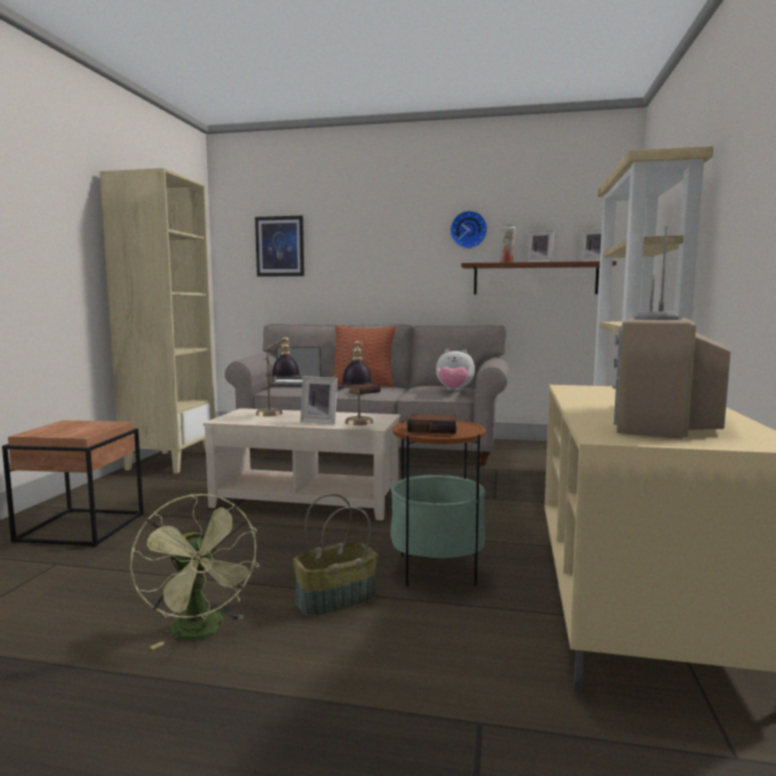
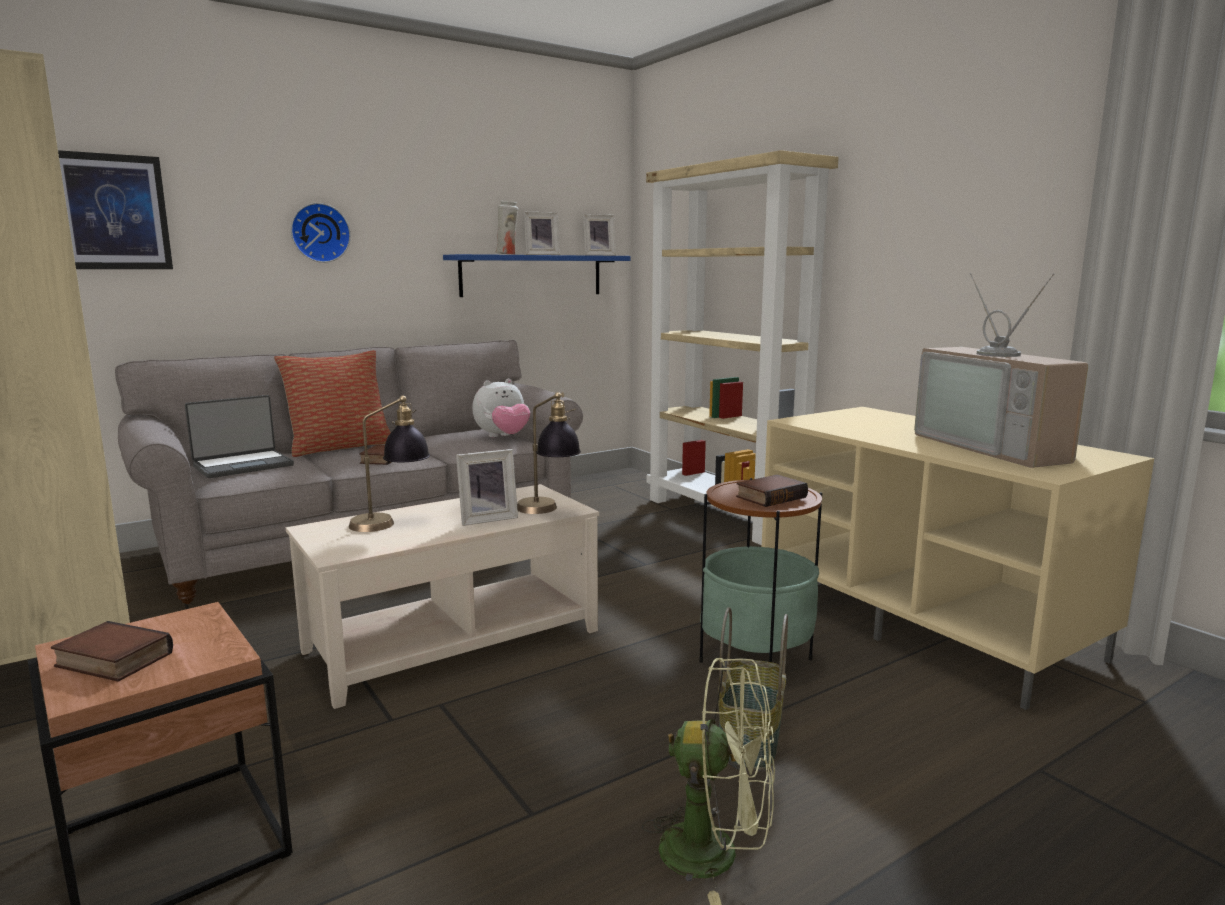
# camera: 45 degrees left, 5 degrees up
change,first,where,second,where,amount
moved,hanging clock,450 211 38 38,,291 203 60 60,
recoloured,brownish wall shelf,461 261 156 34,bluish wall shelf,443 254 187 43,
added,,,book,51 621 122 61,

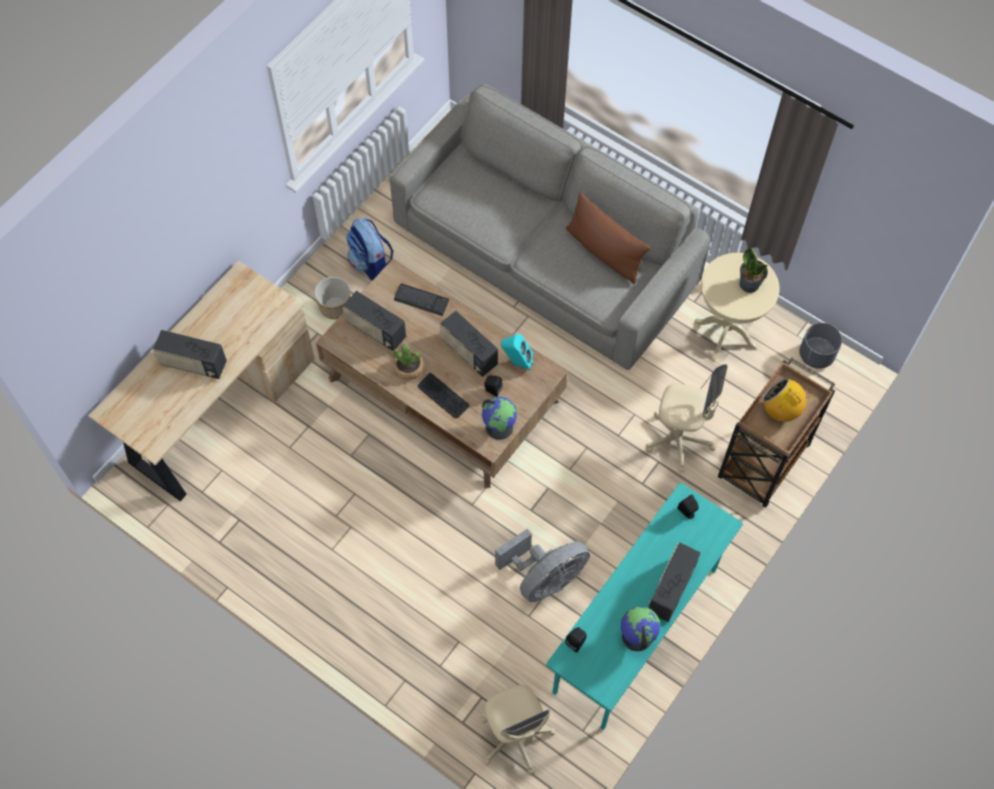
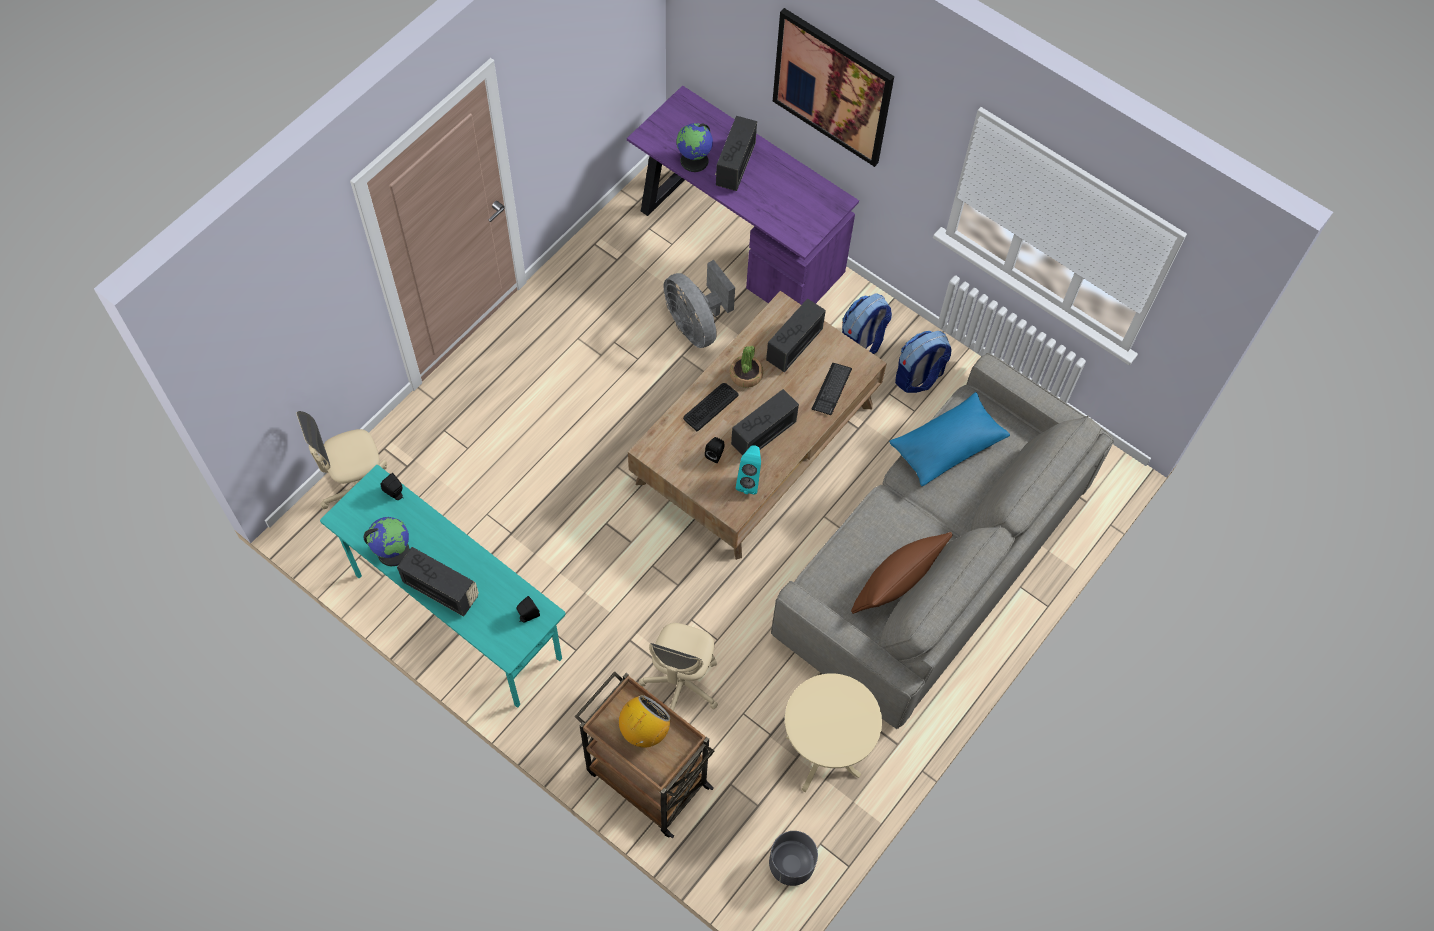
# camera: 90 degrees right, 0 degrees up
change,first,where,second,where,amount
removed,potted plant,740 247 28 46,,,
recoloured,beige desk table,88 261 227 240,purple-coloured desk table,627 85 232 220,
replaced,plant pot,314 277 37 42,knapsack,842 293 50 61,
moved,globe,482 397 36 43,,676 123 37 49,
moved,grey fan,495 529 95 73,,663 260 72 88,
added,,,picture,773 8 121 159,
added,,,bluish cushion,889 392 121 94,

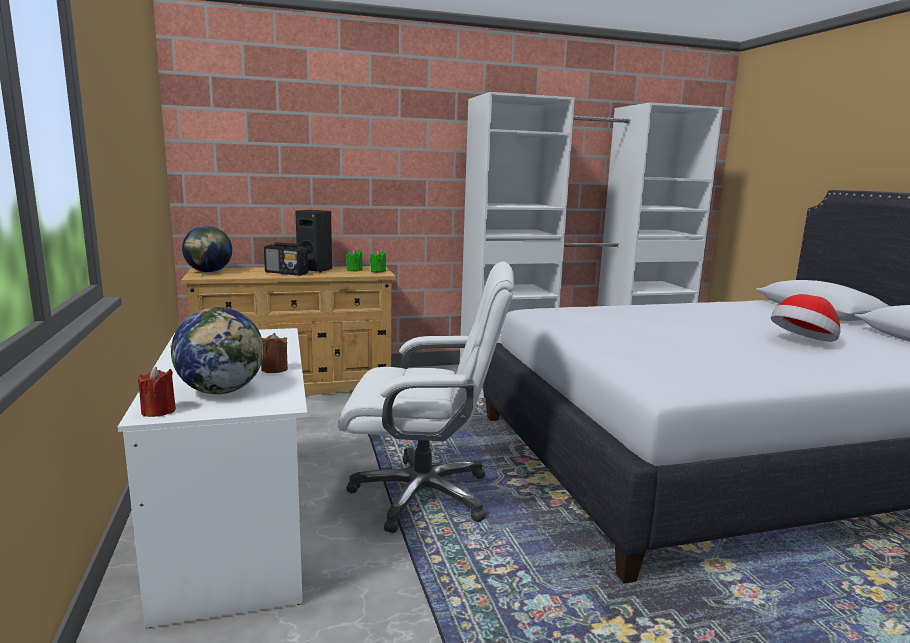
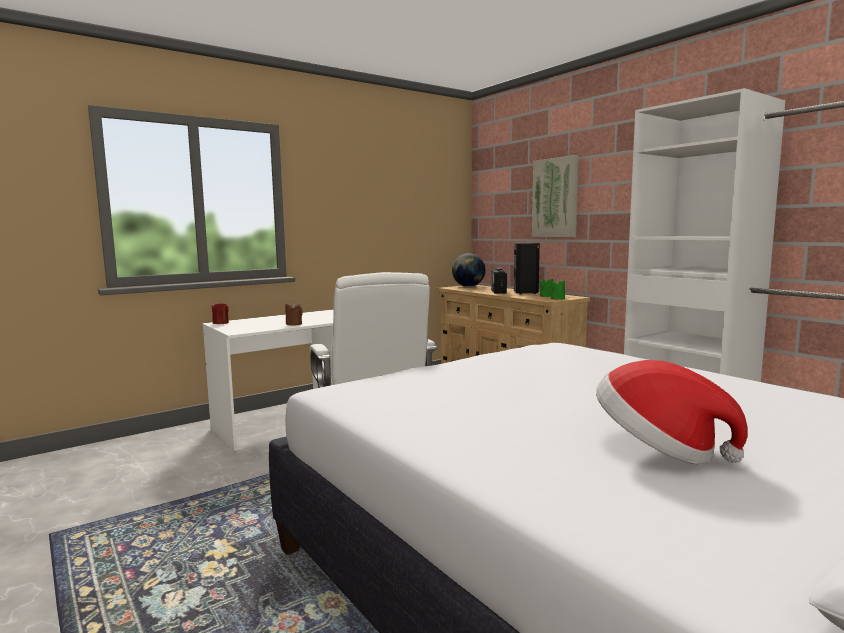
# camera: 70 degrees right, 5 degrees down
change,first,where,second,where,amount
removed,globe,170 307 94 87,,,
added,,,picture,532 155 47 82,

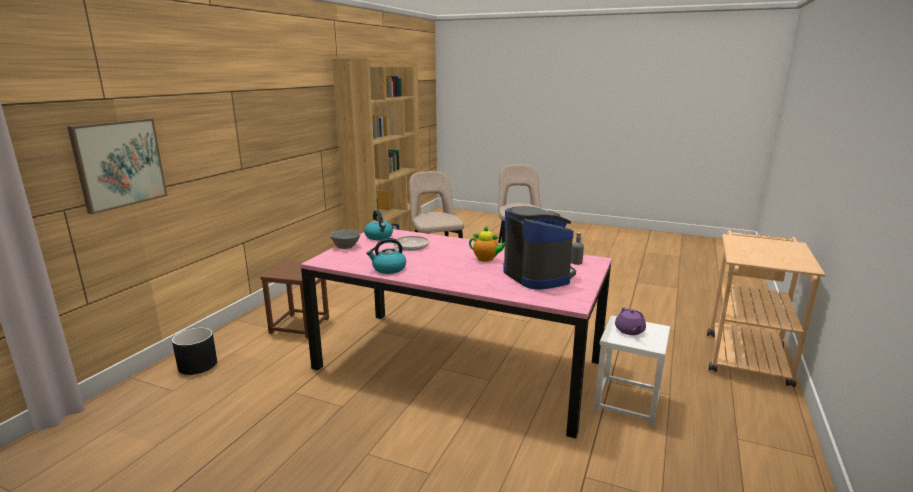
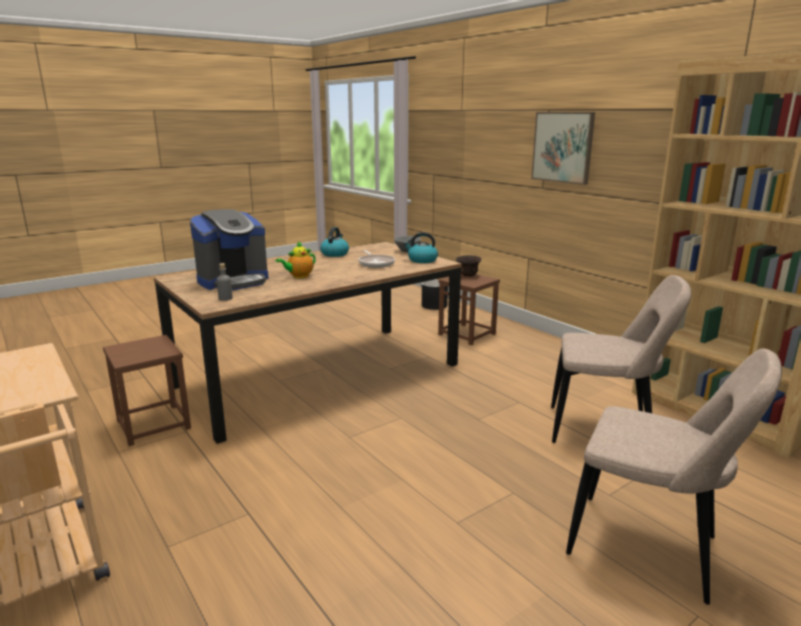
# camera: 120 degrees right, 0 degrees up
change,first,where,second,where,amount
moved,picture,67 118 100 96,,531 112 64 73,
turned,coffee brewer,503 206 73 84,,190 209 78 81,45 degrees counterclockwise
recoloured,pinkish dinner table,300 229 312 210,brownish dinner table,154 242 308 202,
removed,purple-coloured teapot,615 307 31 28,,,
recoloured,white sitting stool,594 315 76 111,brownish sitting stool,103 335 88 111,
added,,,brownish deep dish,456 255 26 22,

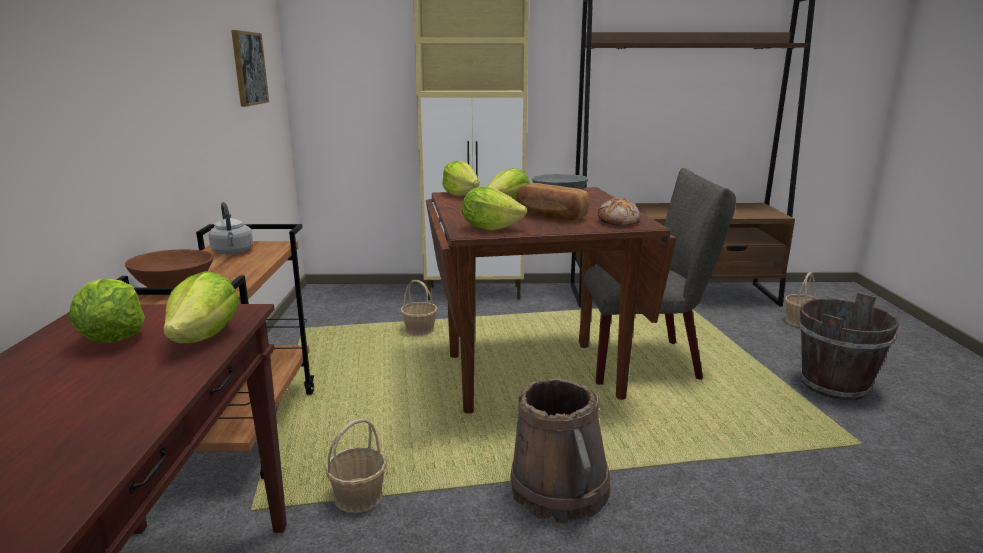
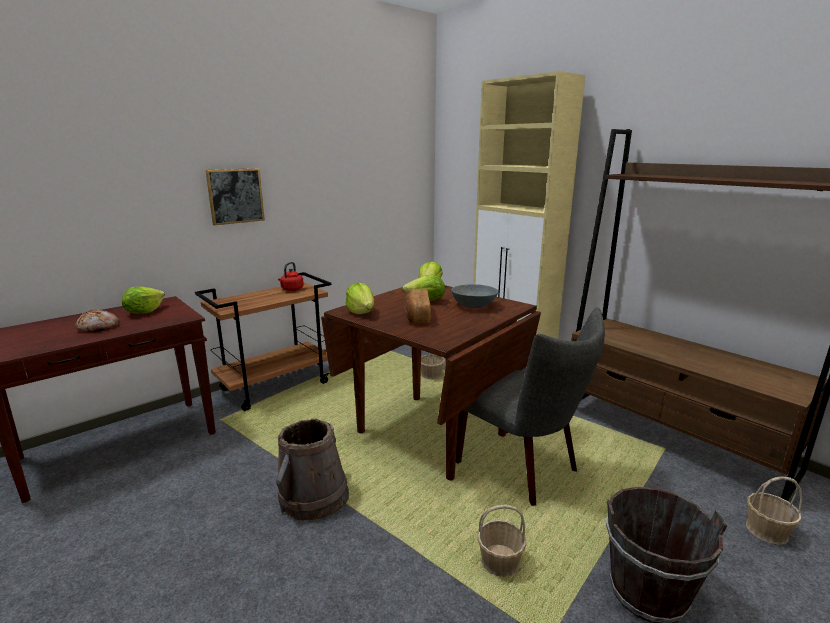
# camera: 50 degrees right, 0 degrees up
change,first,where,second,where,amount
moved,picture,231 30 38 77,,205 168 60 58,
moved,baked bread,598 198 42 28,,75 309 45 23,
recoloured,grey tea kettle,209 202 44 52,red tea kettle,278 262 26 29,
removed,brownish deep dish,125 249 89 39,,,
removed,head of lettuce,163 271 76 72,,,
moved,household basket,326 418 61 95,,477 504 49 73,

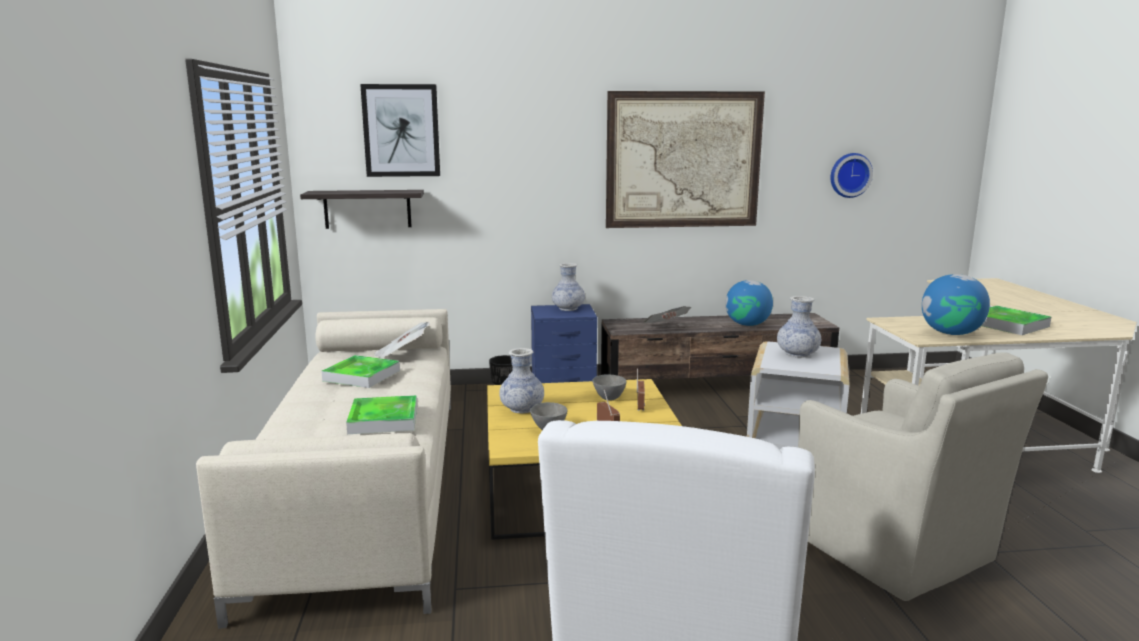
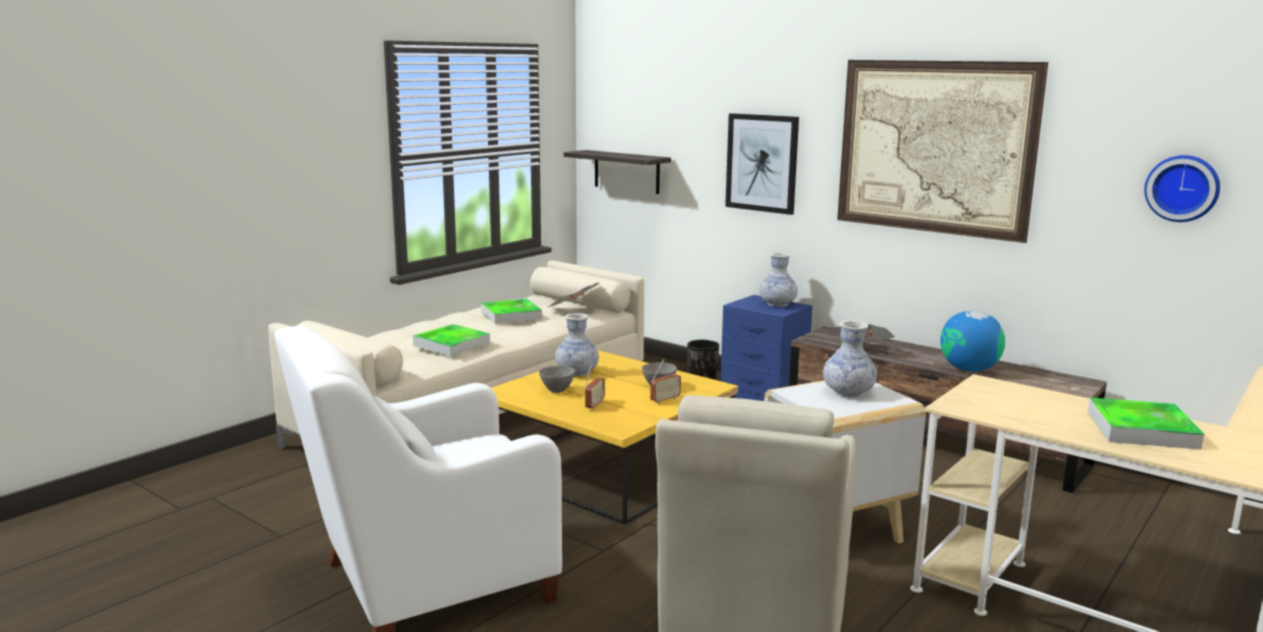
# camera: 45 degrees right, 0 degrees up
change,first,where,second,where,amount
moved,picture,360 84 80 93,,725 113 74 102,
removed,globe,922 274 68 61,,,

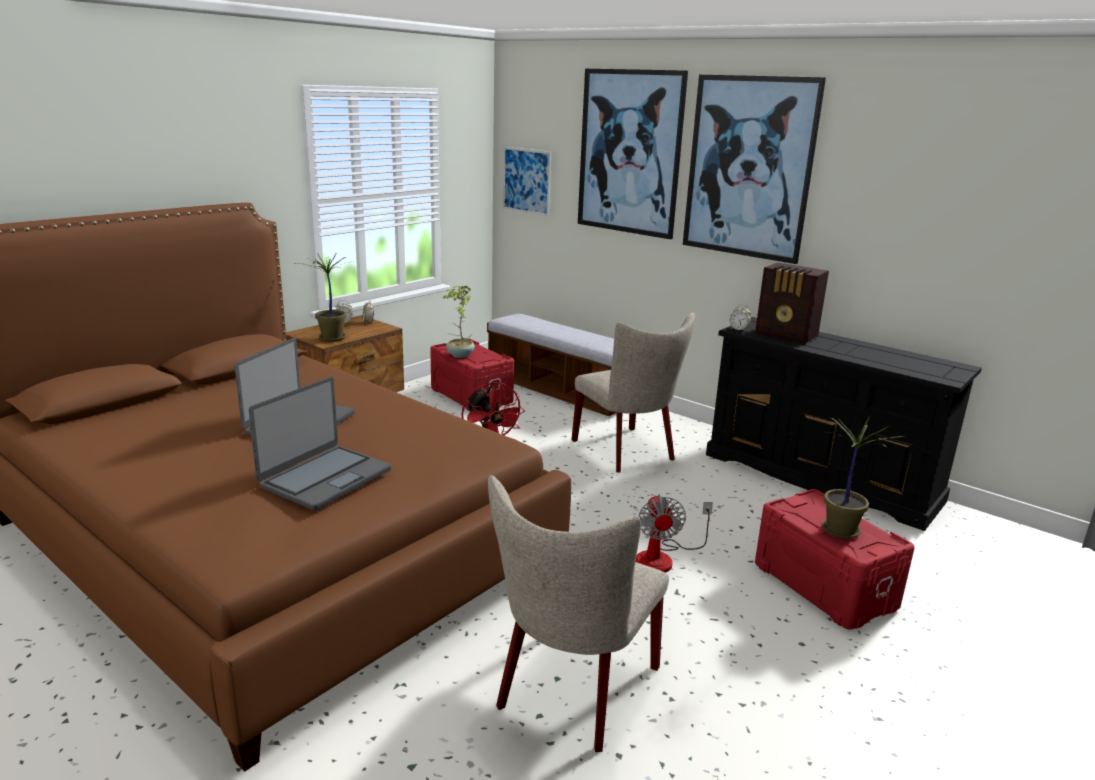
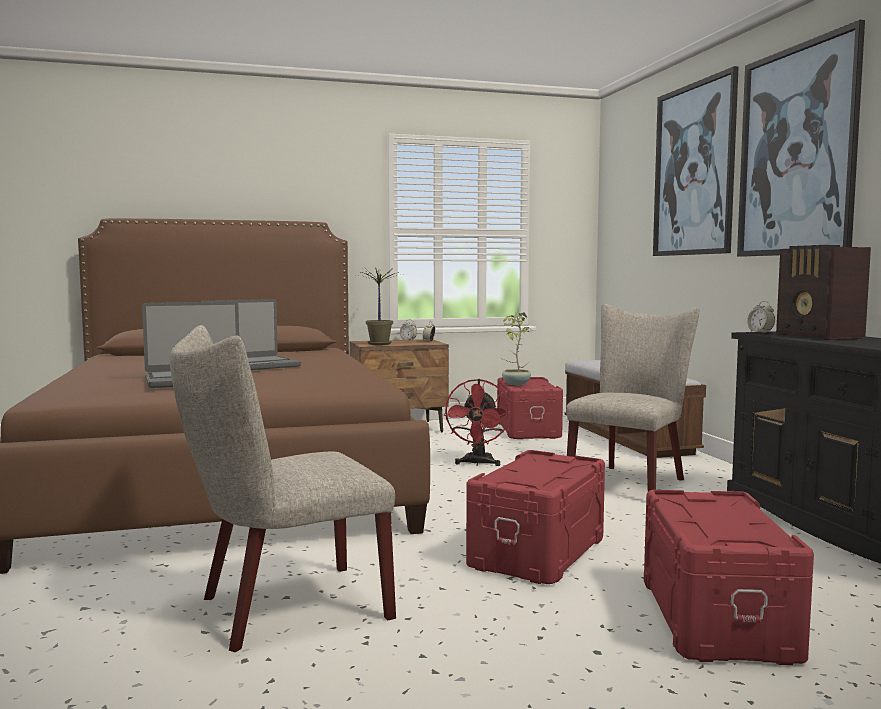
# camera: 35 degrees right, 15 degrees down
change,first,where,second,where,amount
removed,picture,503 147 48 69,,,
turned,beige upright chair,572 313 123 160,,566 304 133 187,150 degrees counterclockwise
removed,potted plant,822 415 84 124,,,
replaced,fan,636 494 77 79,red storage bin,466 450 139 134,

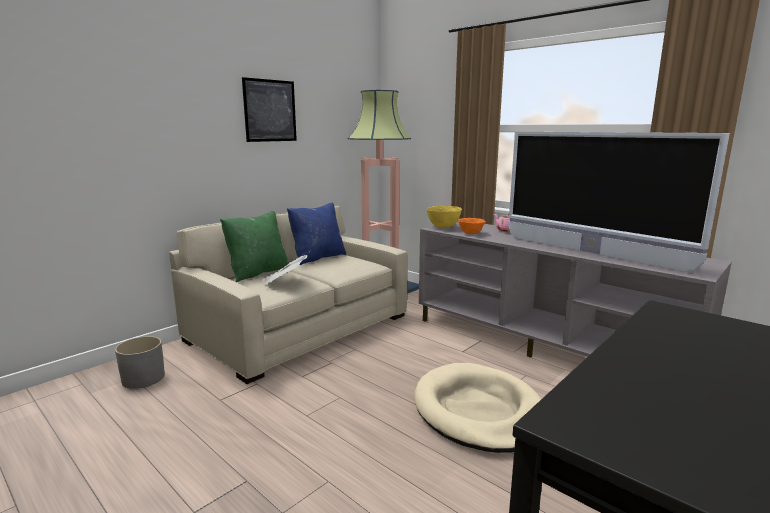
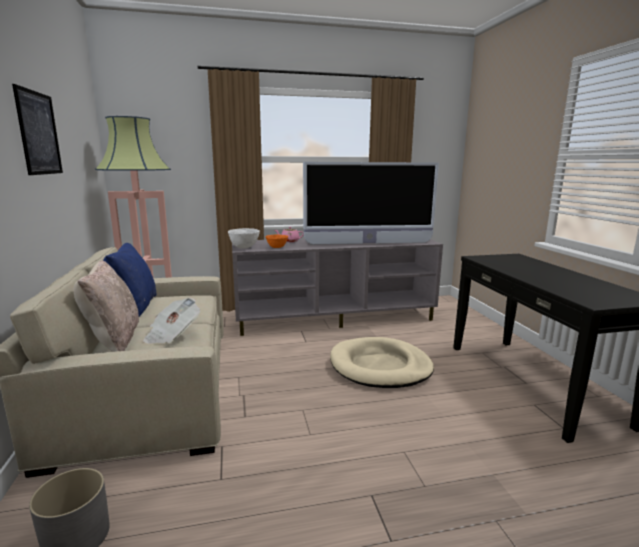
# camera: 55 degrees left, 0 degrees up
change,first,where,second,where,amount
recoloured,yellow deep dish,427 206 35 22,white deep dish,228 228 32 21,
recoloured,greenish cushion,220 211 69 71,beige cushion,74 261 65 91,

